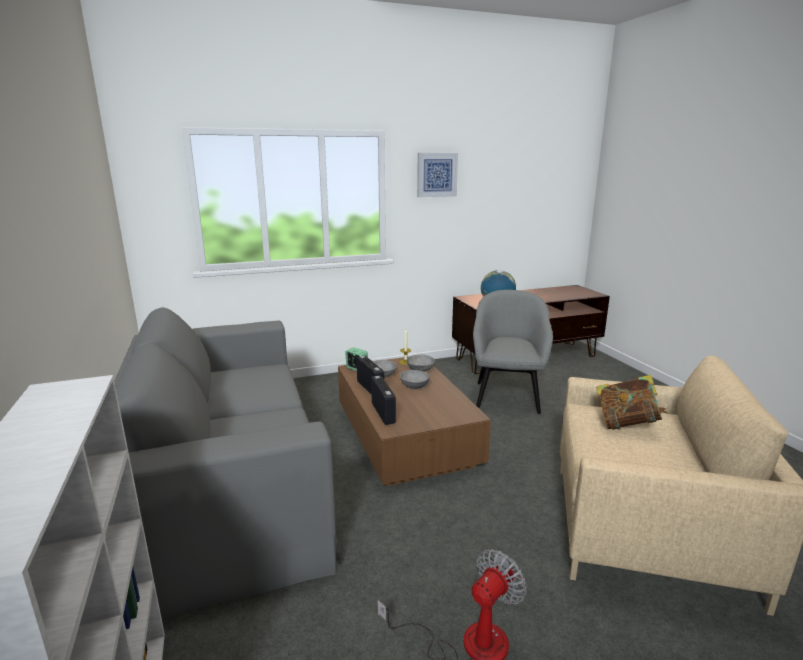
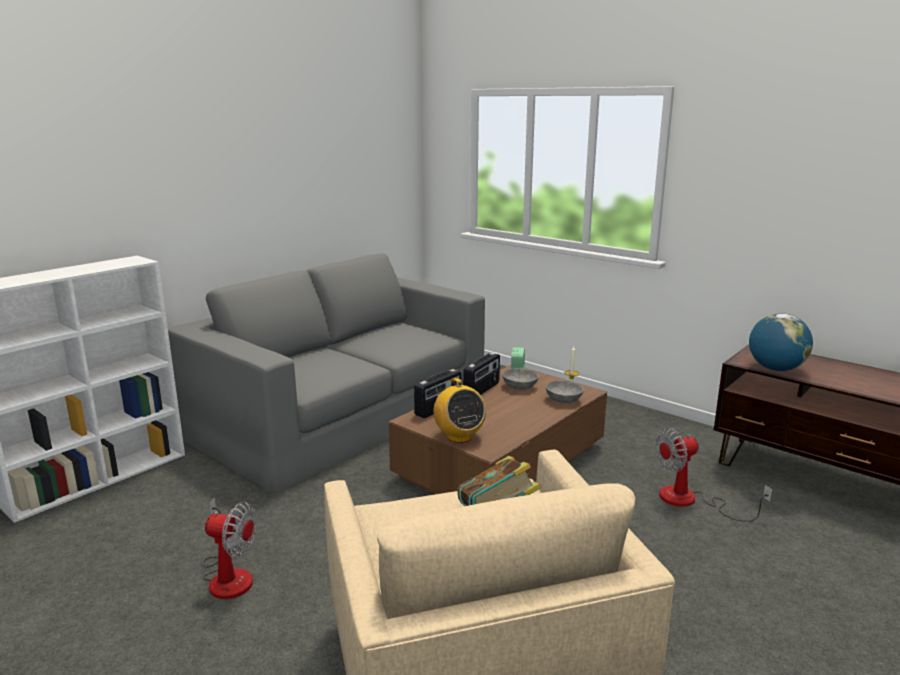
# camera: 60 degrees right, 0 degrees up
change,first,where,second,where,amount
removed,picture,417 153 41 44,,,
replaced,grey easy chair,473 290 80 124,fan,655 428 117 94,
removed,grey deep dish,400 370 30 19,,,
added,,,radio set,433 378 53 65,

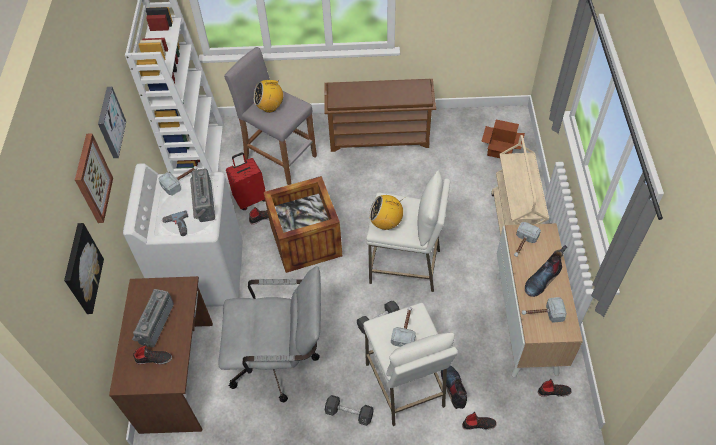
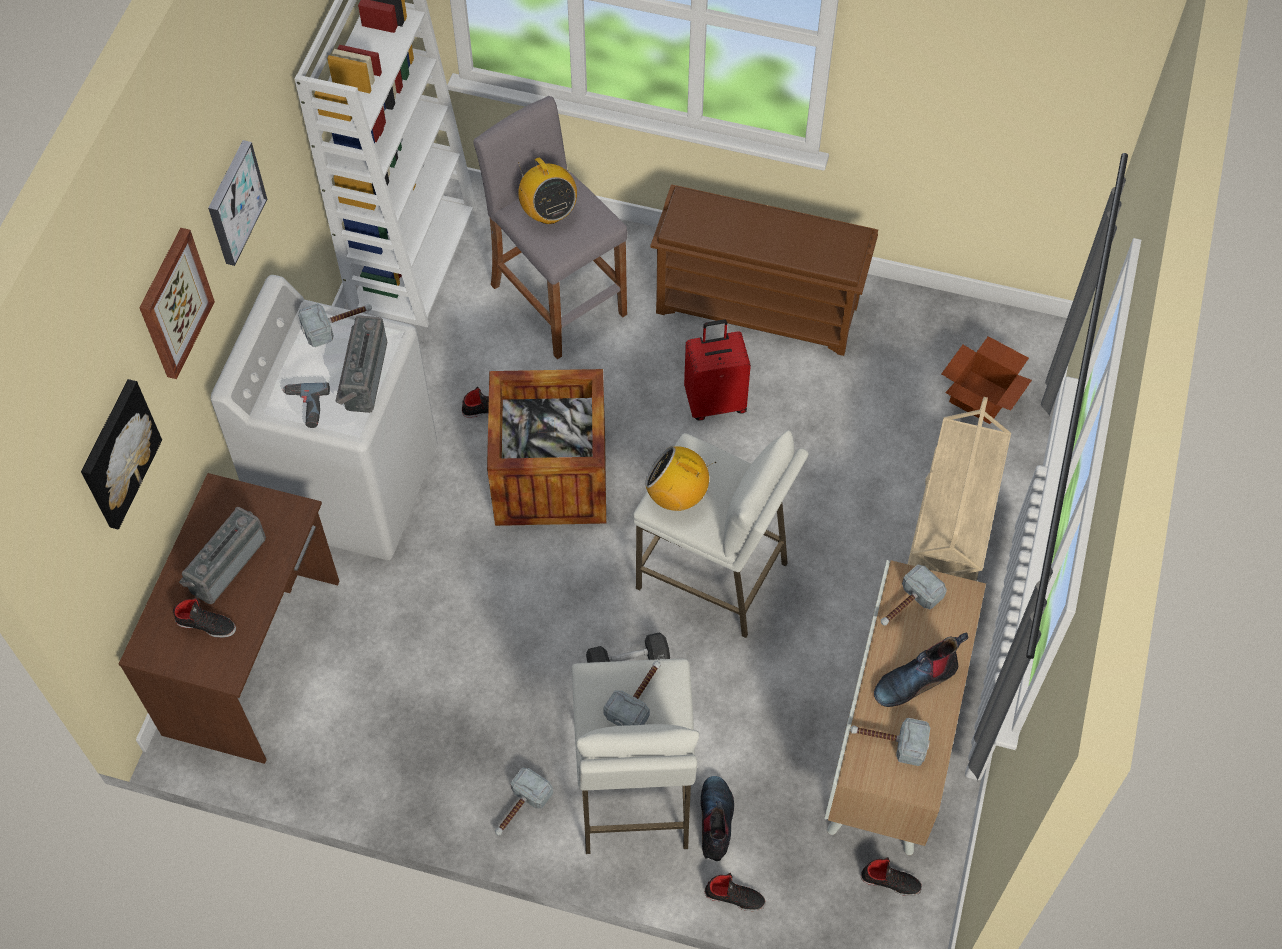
# camera: 15 degrees right, 5 degrees up
change,first,where,second,where,amount
turned,radio set,253 77 30 36,,518 158 59 66,120 degrees counterclockwise
moved,red travel case,226 152 40 58,,684 320 67 101,
removed,grey computer chair,219 266 102 136,,,
replaced,black-coloured free weight,325 395 49 31,hand hammer,495 768 58 67,

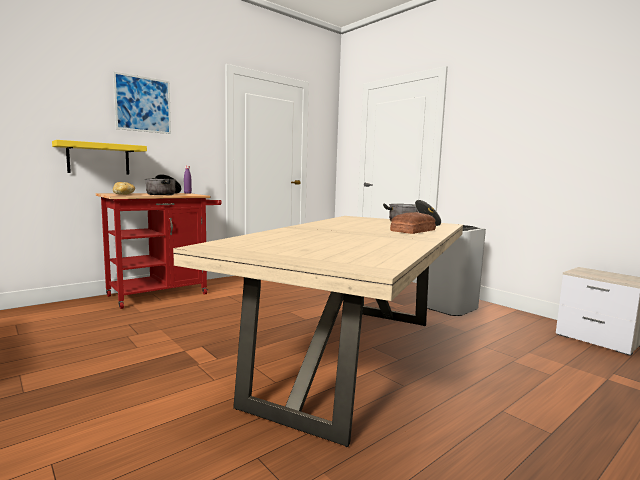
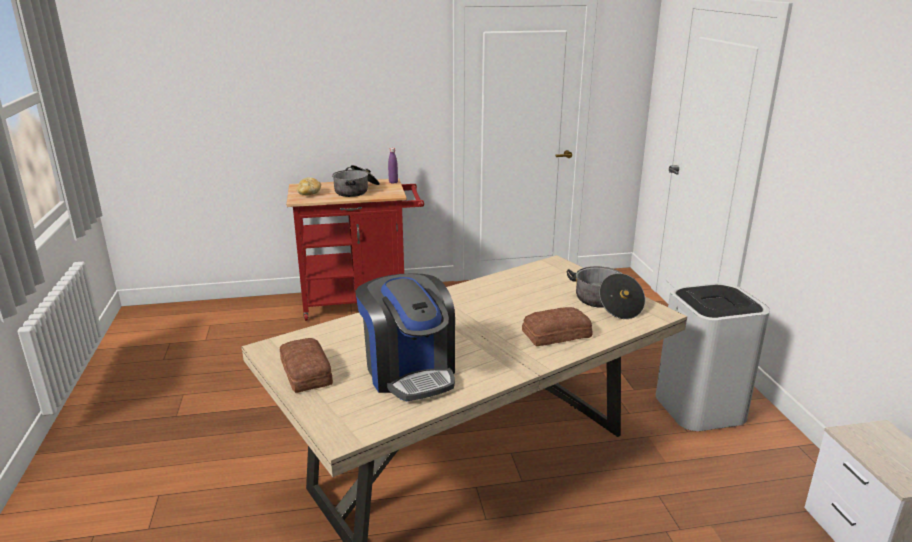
# camera: 30 degrees right, 15 degrees up
change,first,where,second,where,amount
removed,picture,113 72 58 62,,,
removed,yellow wall shelf,52 140 95 35,,,
added,,,coffee brewer,355 273 100 128,
added,,,baked bread,280 338 53 55,

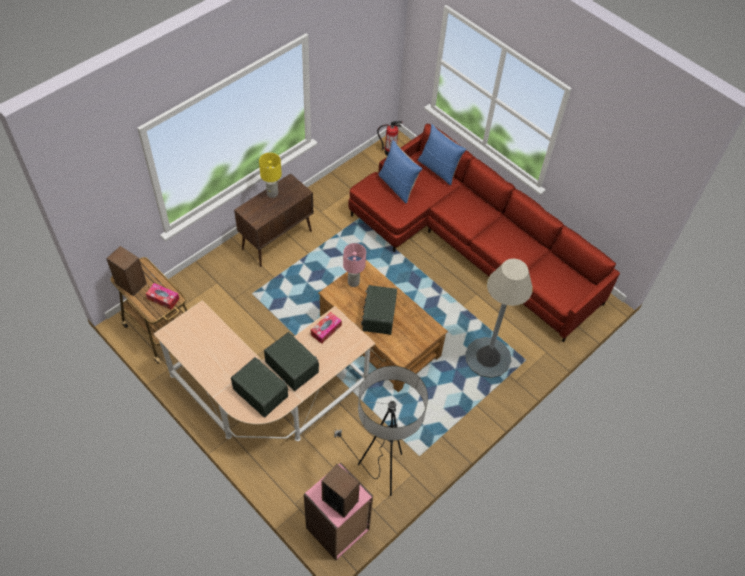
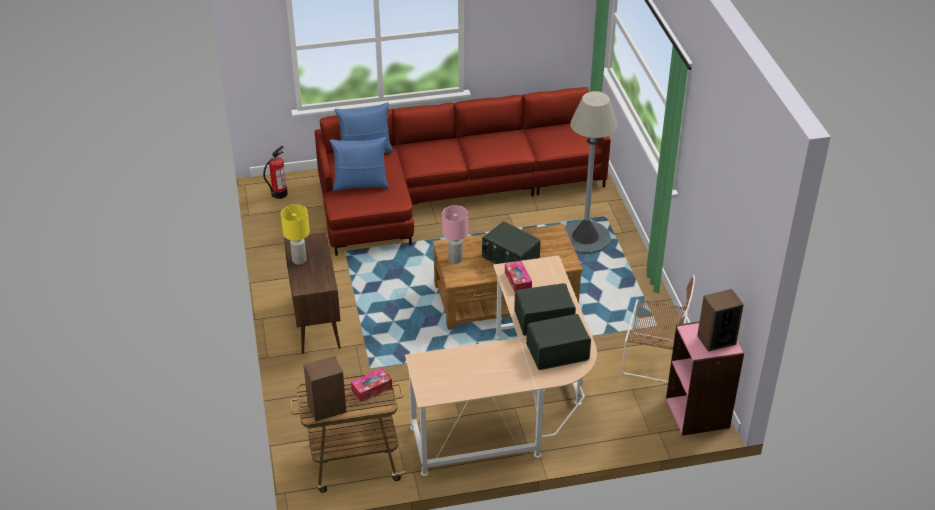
# camera: 55 degrees left, 15 degrees down
change,first,where,second,where,amount
replaced,standard lamp,334 366 94 130,brownish upright chair,622 275 73 108,

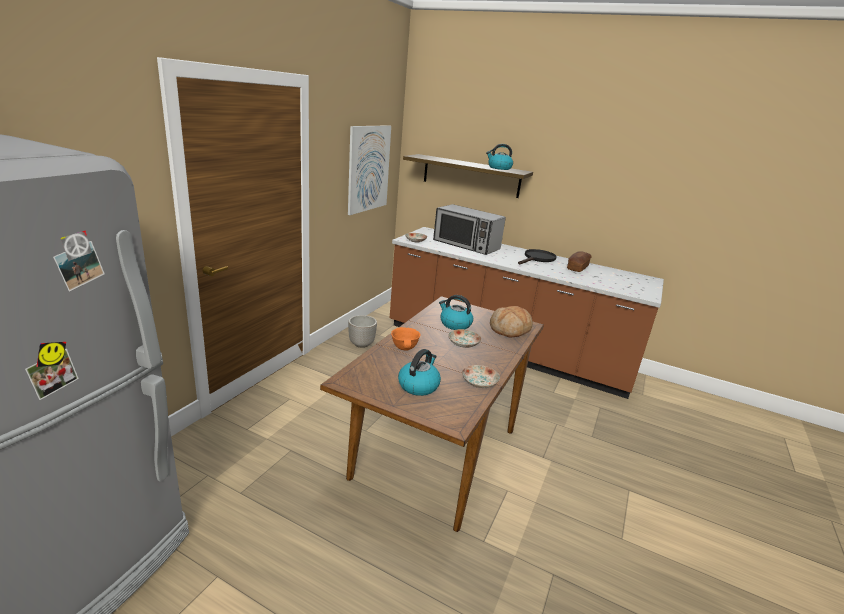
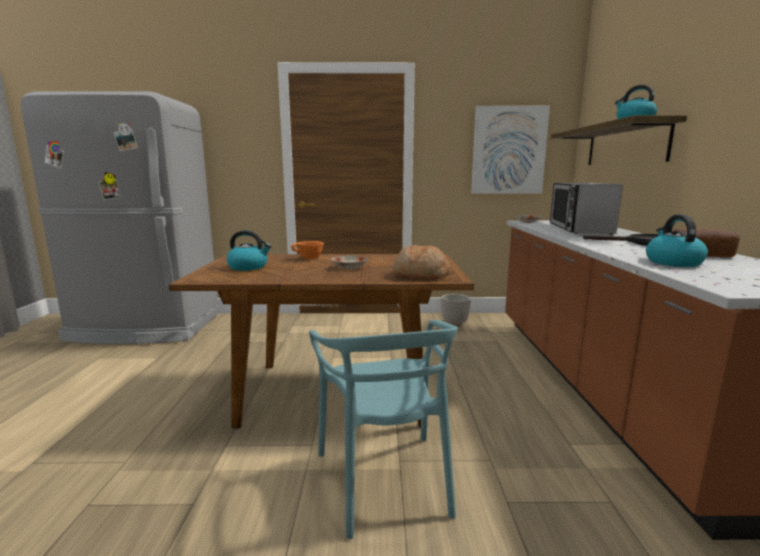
# camera: 65 degrees right, 10 degrees down
change,first,where,second,where,amount
moved,tea kettle,439 295 34 35,,646 214 62 53,
removed,flat dish,462 365 38 23,,,
added,,,turquoise-coloured upright chair,309 320 149 219,

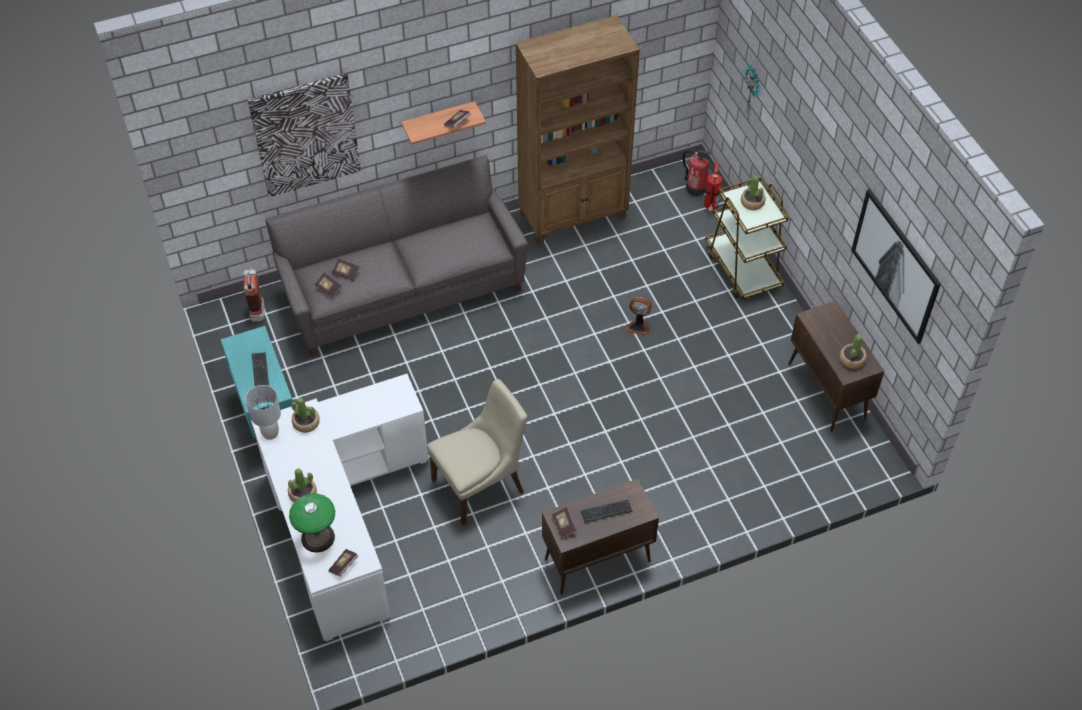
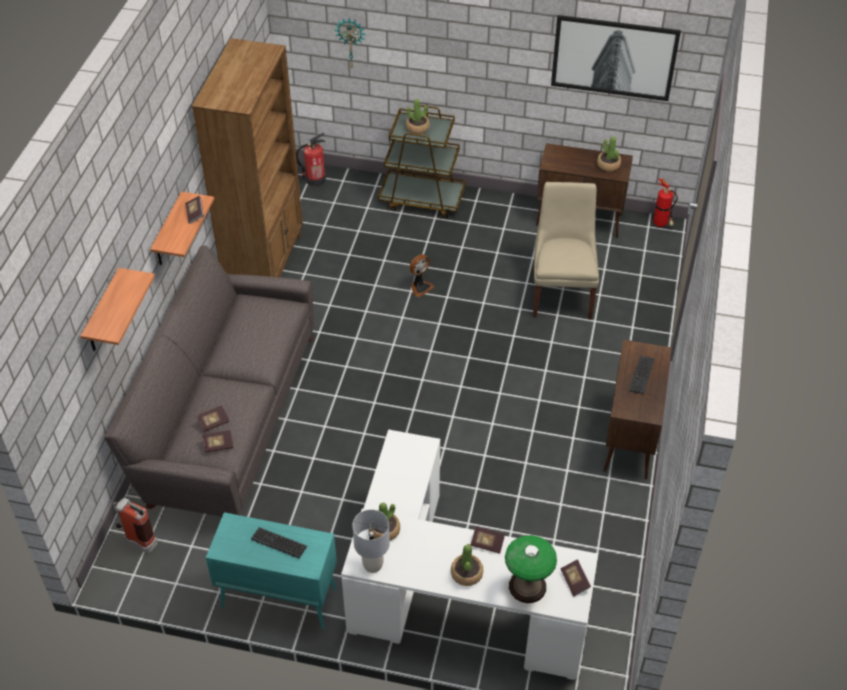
# camera: 55 degrees left, 5 degrees down
change,first,where,second,where,amount
replaced,picture,248 73 113 124,wall shelf,80 268 75 83,
moved,fire extinguisher,704 162 18 49,,653 178 25 49,
moved,beige upright chair,427 379 100 146,,532 182 67 137,
moved,book,552 507 25 32,,471 526 34 28,

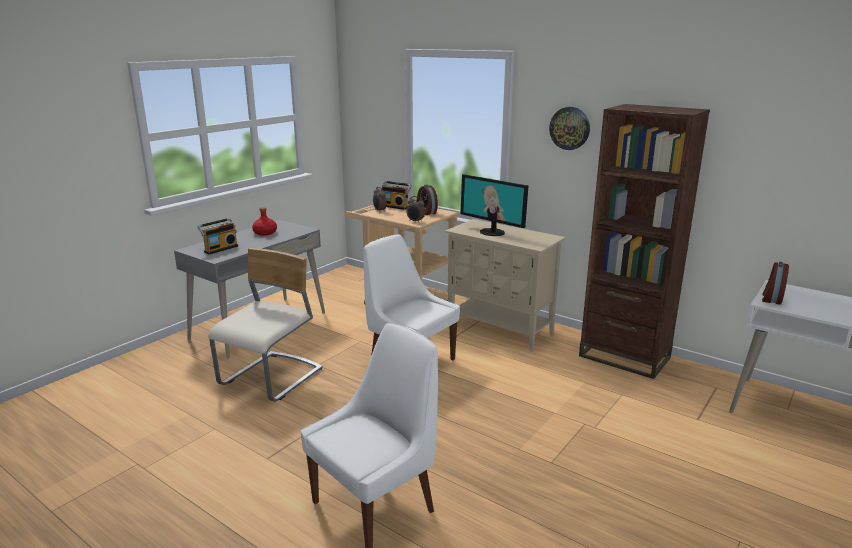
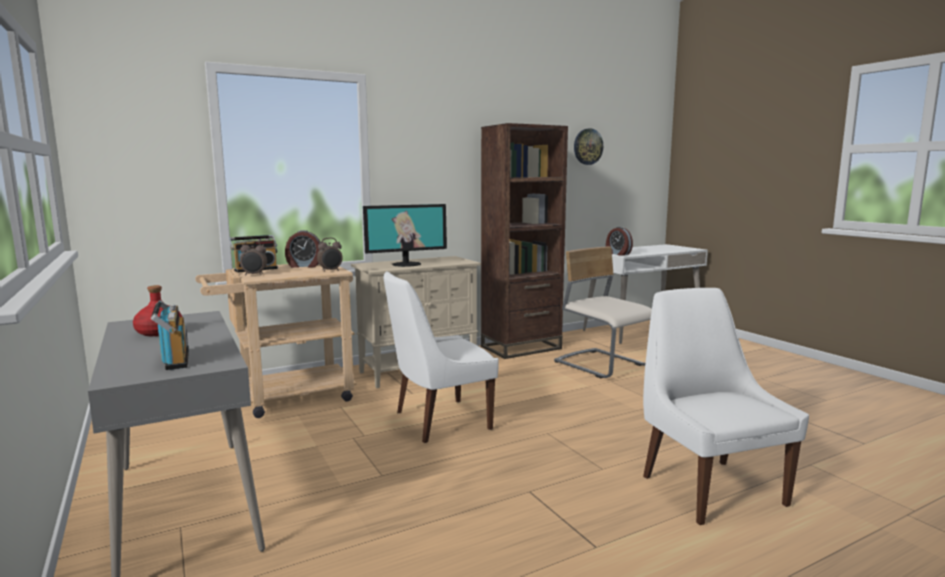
# camera: 65 degrees left, 10 degrees down
change,first,where,second,where,amount
moved,hanging clock,549 107 41 43,,574 128 29 37,
moved,beige upright chair,208 248 115 154,,554 246 98 132,

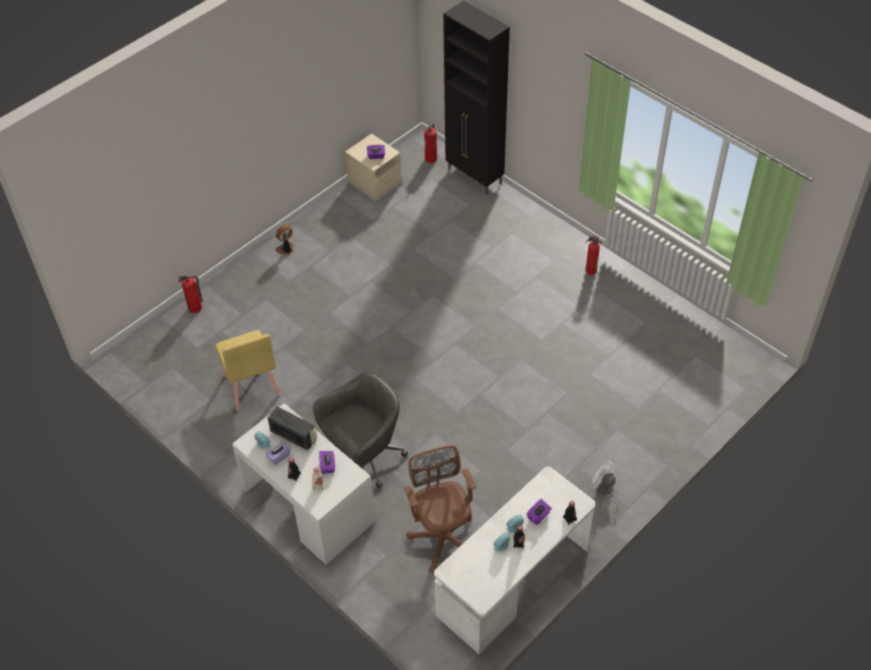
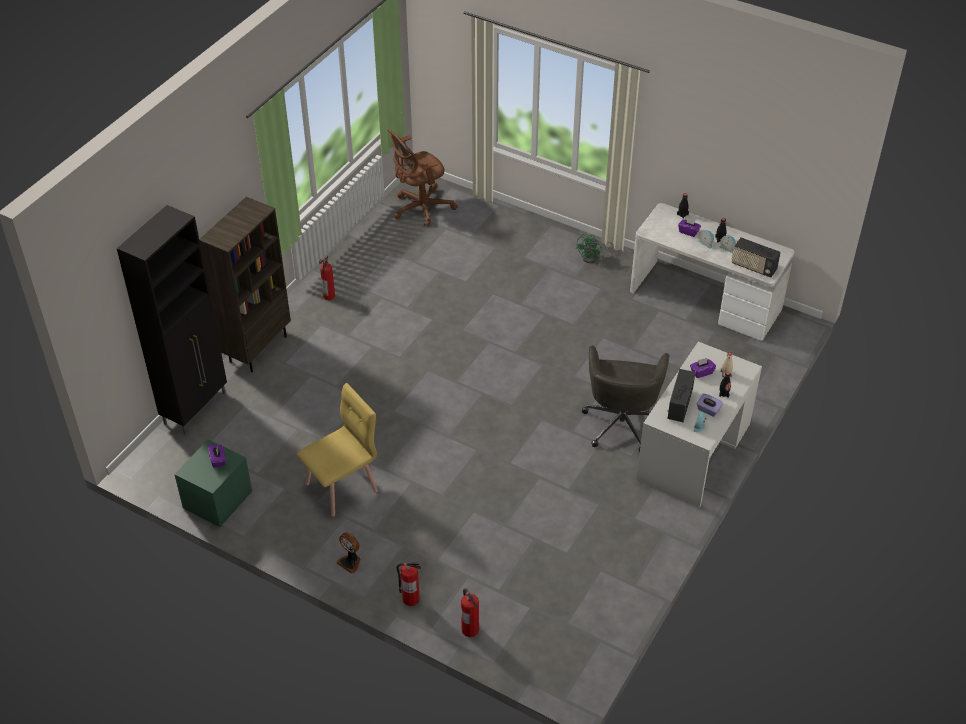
# camera: 105 degrees left, 5 degrees down
change,first,where,second,where,amount
moved,fire extinguisher,424 123 13 40,,396 562 25 44,
recoloured,beige bedside table,345 134 57 67,greenish bedside table,174 439 78 88,
moved,yellow upright chair,215 330 66 80,,297 383 81 133,
turned,grey computer chair,313 372 95 116,,582 345 88 108,120 degrees counterclockwise
moved,brownish computer chair,404 445 72 128,,387 129 71 98,
recoloured,white fan,592 461 26 53,greenish fan,576 234 38 29,
added,,,brownish bookshelf,199 197 92 175,
added,,,radio set,732 237 49 41,

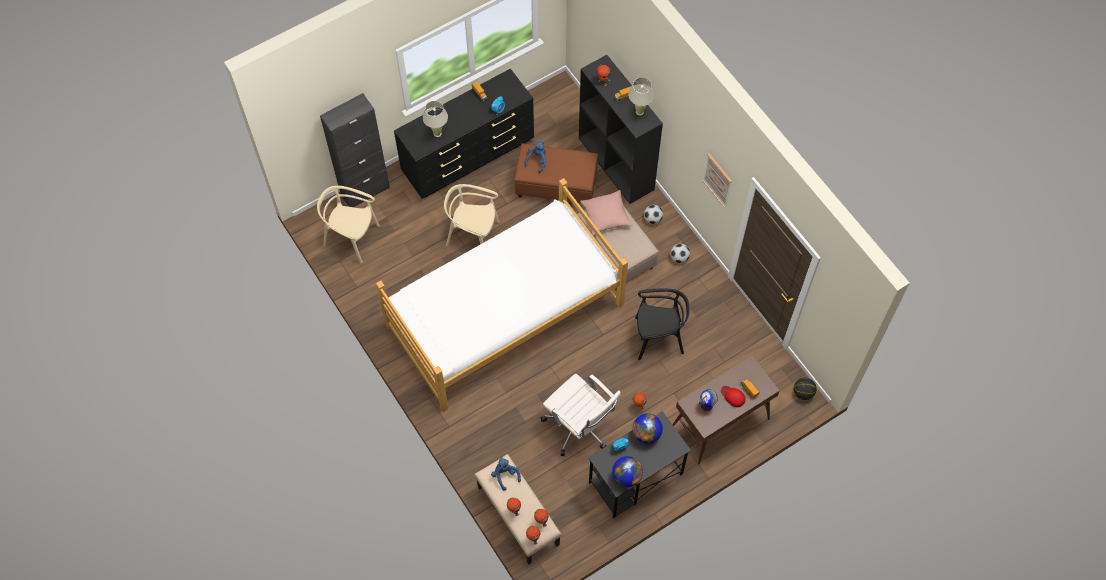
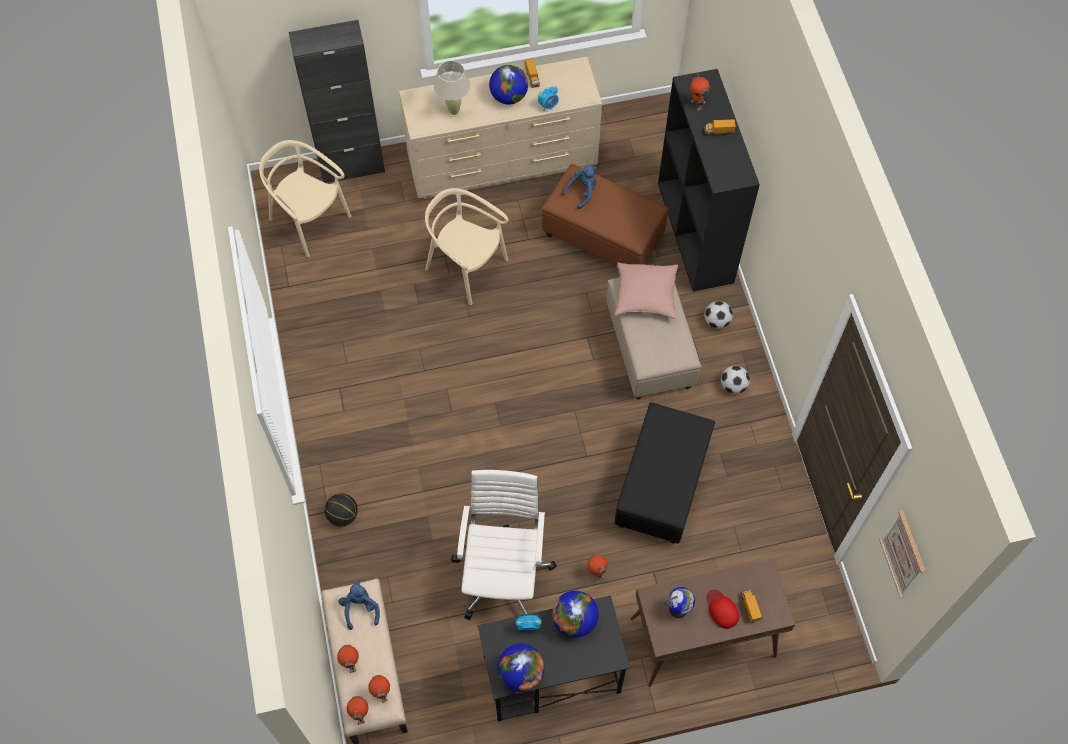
# camera: 20 degrees right, 0 degrees up
change,first,where,second,where,amount
recoloured,black-coloured drawer chest,394 69 140 130,beige drawer chest,399 57 203 142,
removed,beige lamp for a table,628 77 27 39,,,
moved,picture,702 153 30 55,,879 510 47 89,
removed,bedroom bed,376 178 252 234,,,
replaced,black-coloured upright chair,635 289 55 71,black-coloured pouffe,615 402 100 142,
turned,white computer chair,541 374 80 82,,451 470 106 150,150 degrees counterclockwise
moved,basketball,794 377 23 23,,325 493 33 34,
added,,,globe,489 65 39 40,

